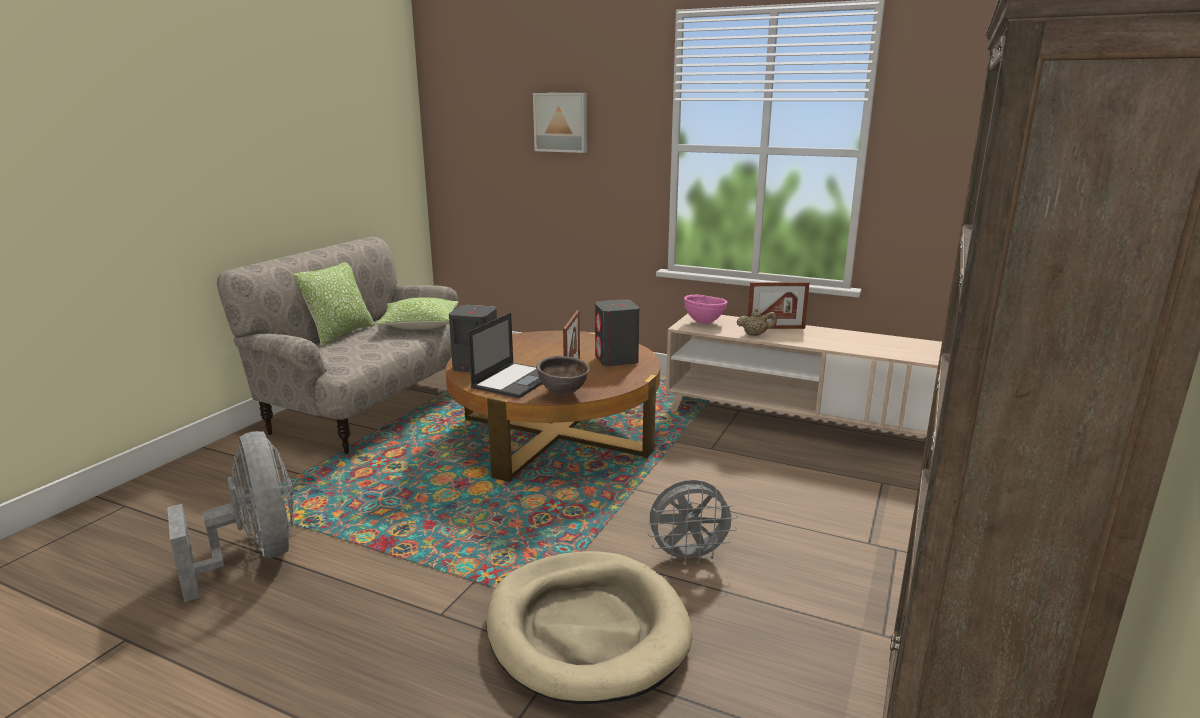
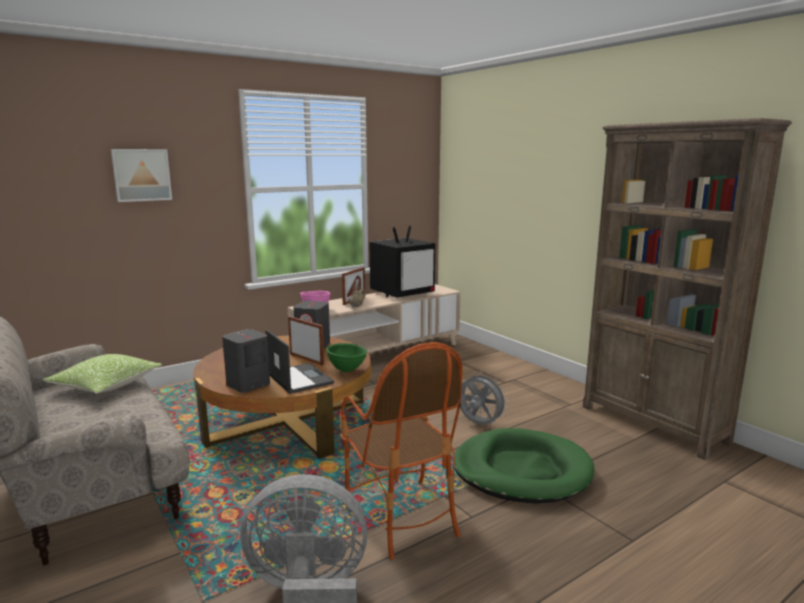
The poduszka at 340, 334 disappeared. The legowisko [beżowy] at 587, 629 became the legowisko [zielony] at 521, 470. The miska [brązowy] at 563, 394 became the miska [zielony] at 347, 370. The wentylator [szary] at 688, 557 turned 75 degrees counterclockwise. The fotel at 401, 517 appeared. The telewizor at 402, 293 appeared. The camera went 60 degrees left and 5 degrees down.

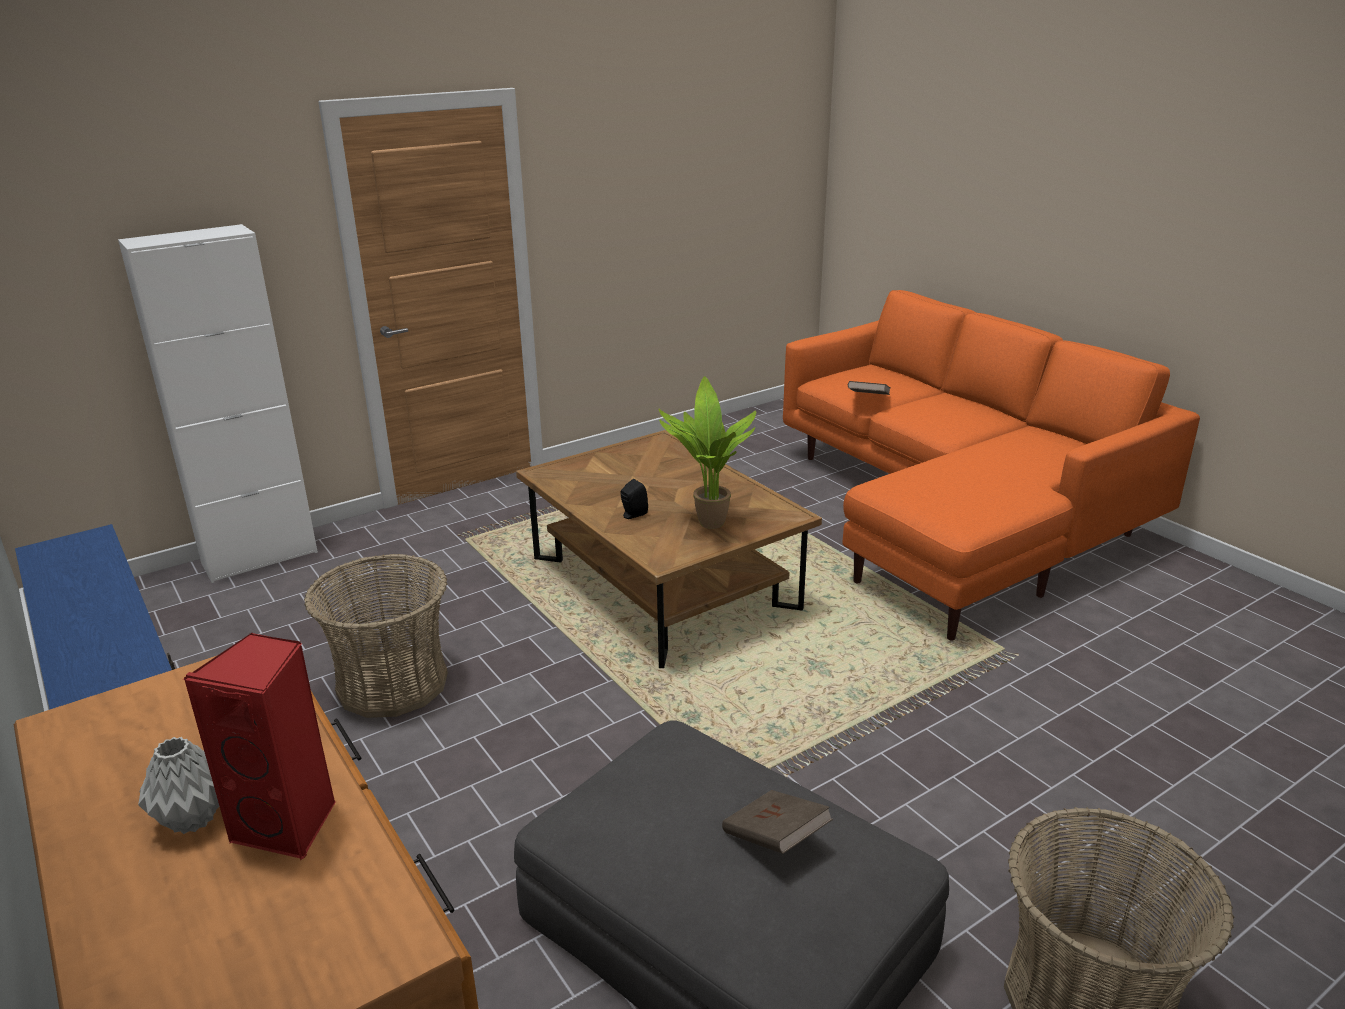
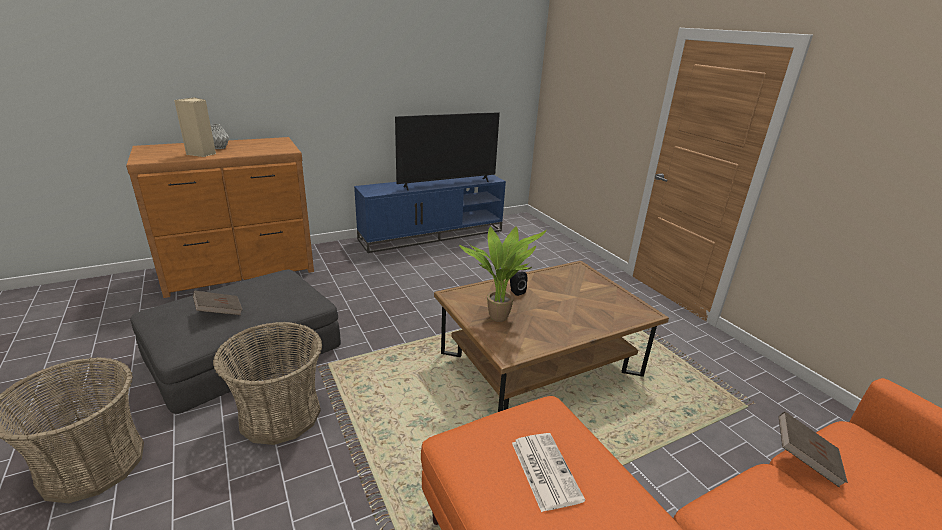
The szafka [biały] at 260, 558 disappeared. The głośnik [czerwony] at 290, 825 became the głośnik [beżowy] at 202, 154. The koszyk moved from 392, 683 to 280, 414. The telewizor at 447, 184 appeared. The gazeta at 544, 470 appeared. The camera went 95 degrees right and 0 degrees up.

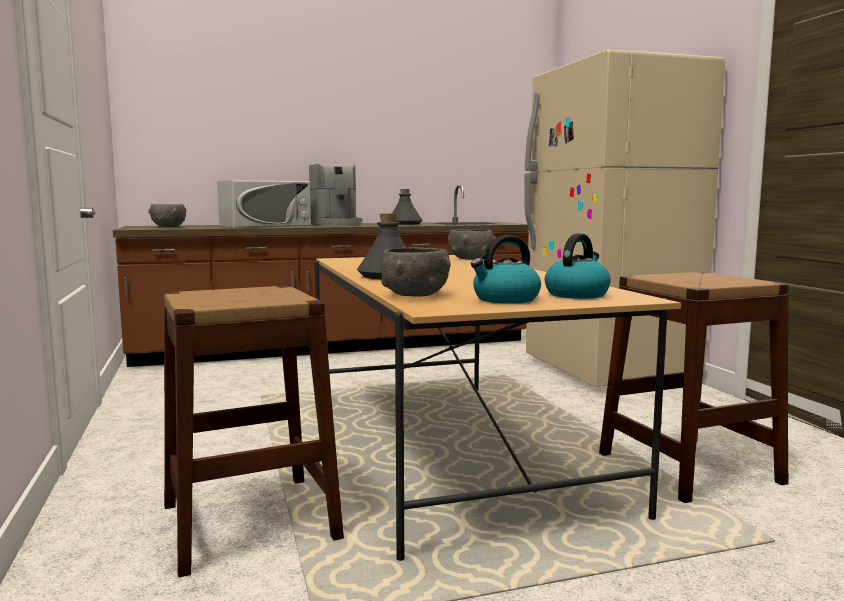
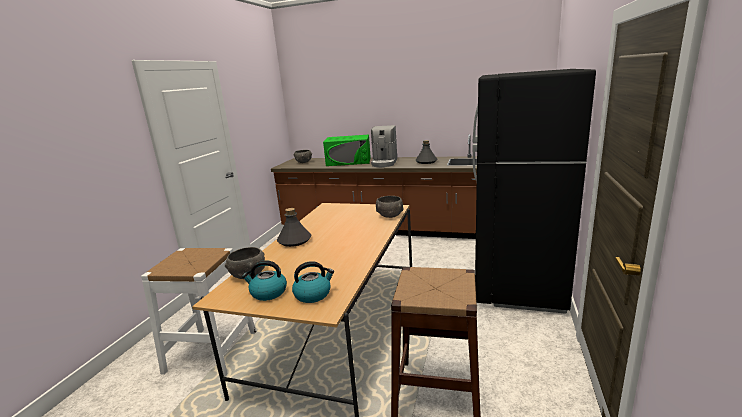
The stołek [brązowy] at 249, 522 became the stołek [biały] at 211, 351. The mikrofalówka [biały] at 265, 225 became the mikrofalówka [zielony] at 349, 161. The lodówka [beżowy] at 608, 371 became the lodówka [czarny] at 517, 285. The camera went 35 degrees right and 10 degrees up.

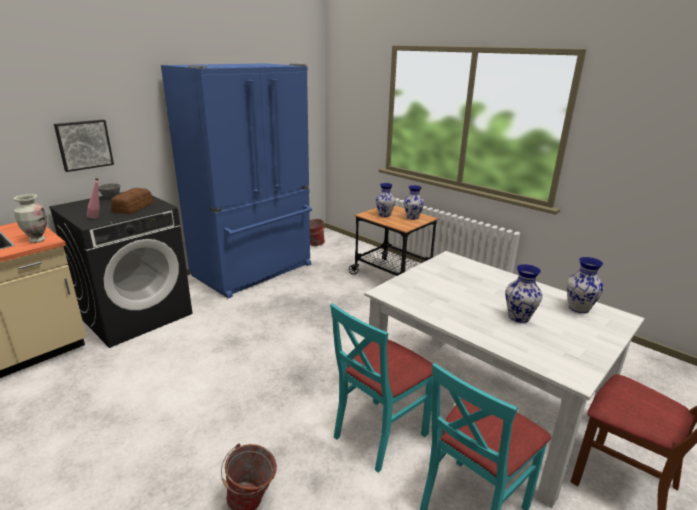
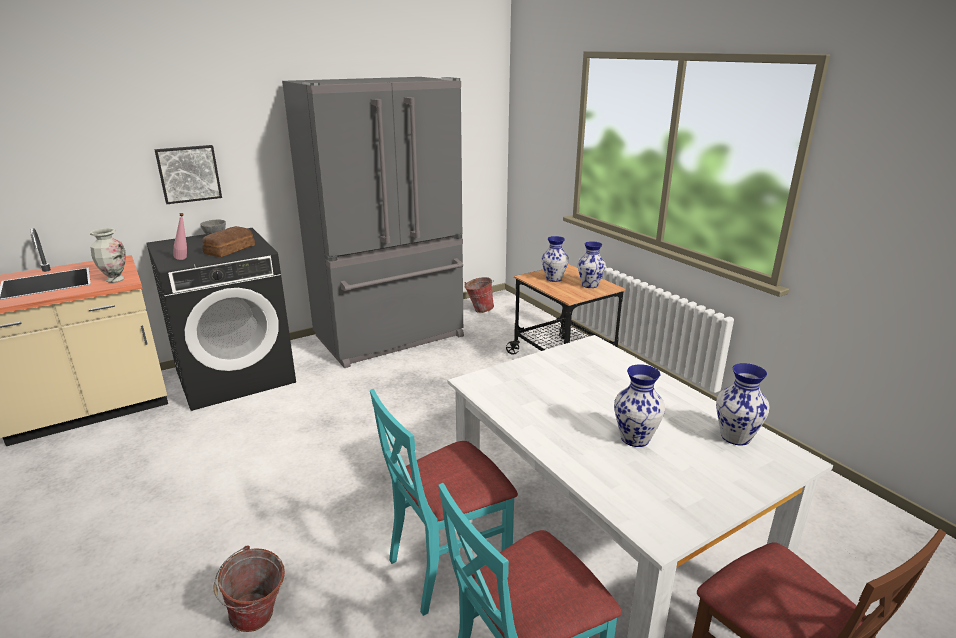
The lodówka [niebieski] at 254, 271 became the lodówka [szary] at 391, 337. The camera went 15 degrees right and 0 degrees up.

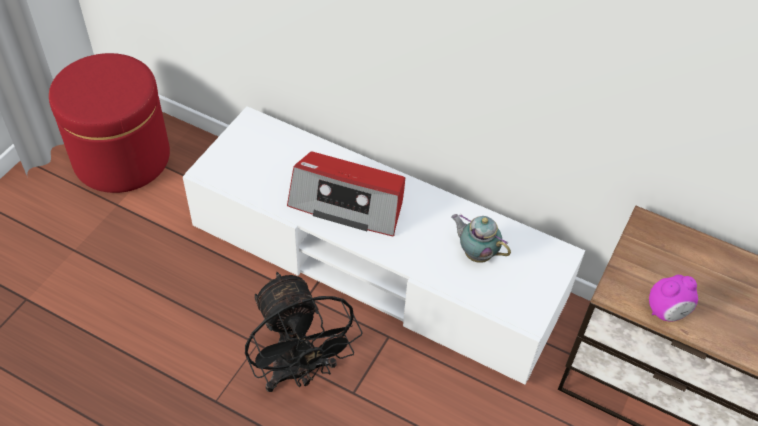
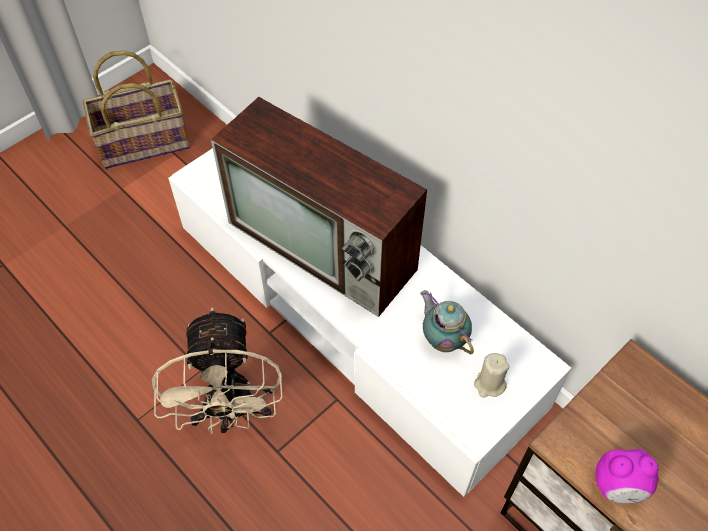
The pufa [czerwony] at 122, 158 was replaced by the koszyk at 144, 141. The wentylator [czarny] at 299, 372 became the wentylator [beżowy] at 231, 413. The radio at 348, 203 was replaced by the telewizor at 325, 247. The świeca [beżowy] at 489, 384 appeared. The camera went 20 degrees right and 5 degrees up.

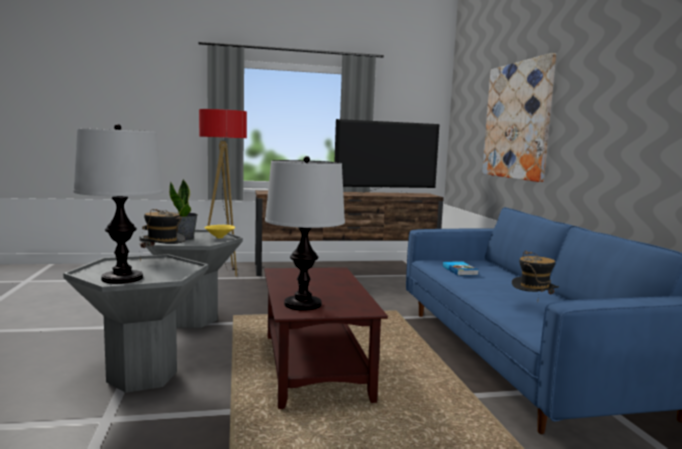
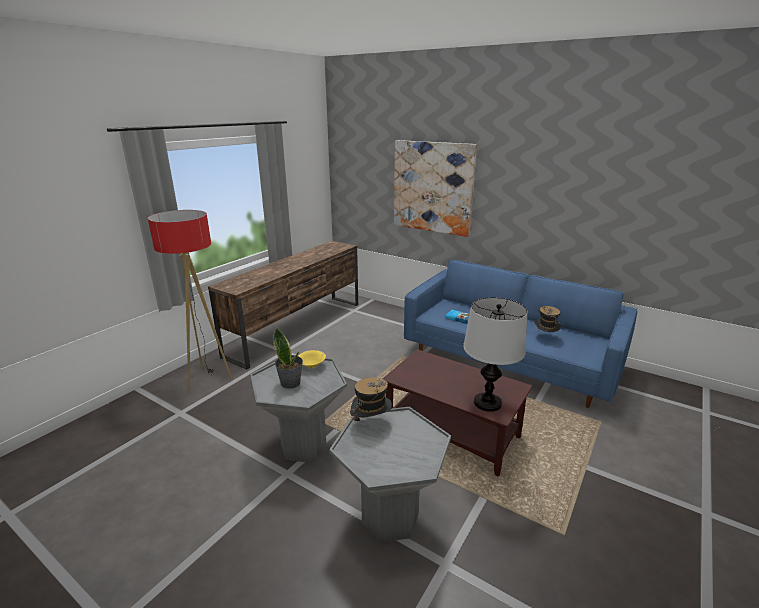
The lampa stołowa at 121, 278 disappeared. The telewizor at 385, 195 disappeared. The camera went 45 degrees left and 15 degrees up.

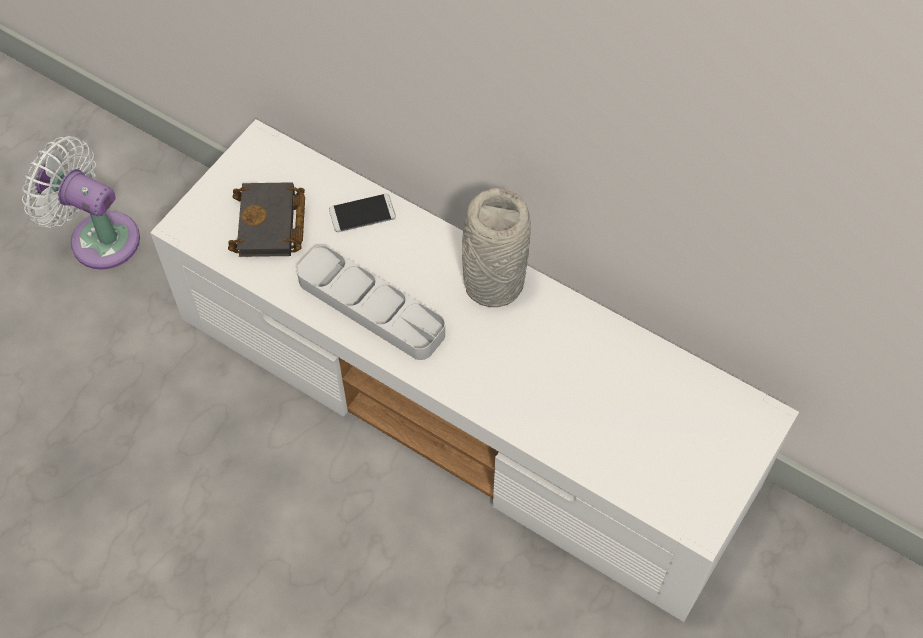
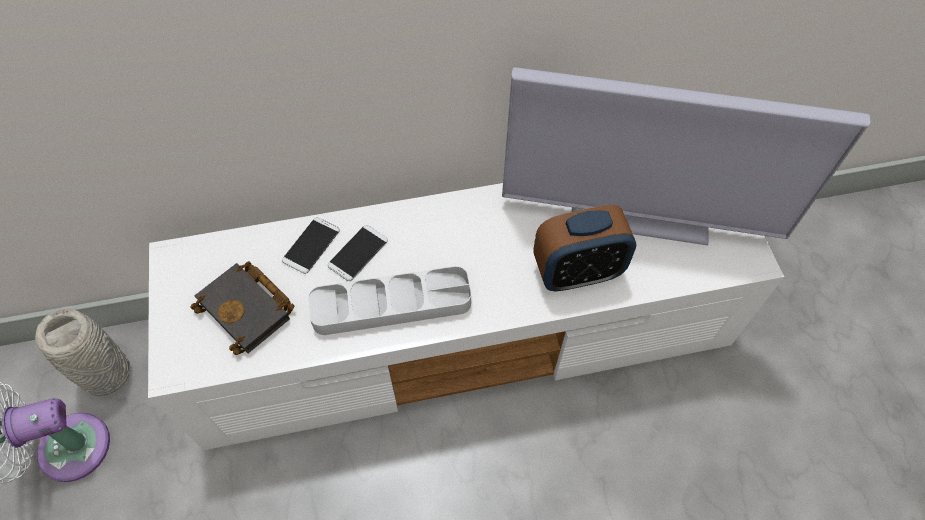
The wazon [szary] moved from 492, 283 to 105, 374. The telefon at 358, 253 appeared. The telewizor at 639, 214 appeared. The budzik at 577, 272 appeared. The camera went 45 degrees left and 0 degrees up.

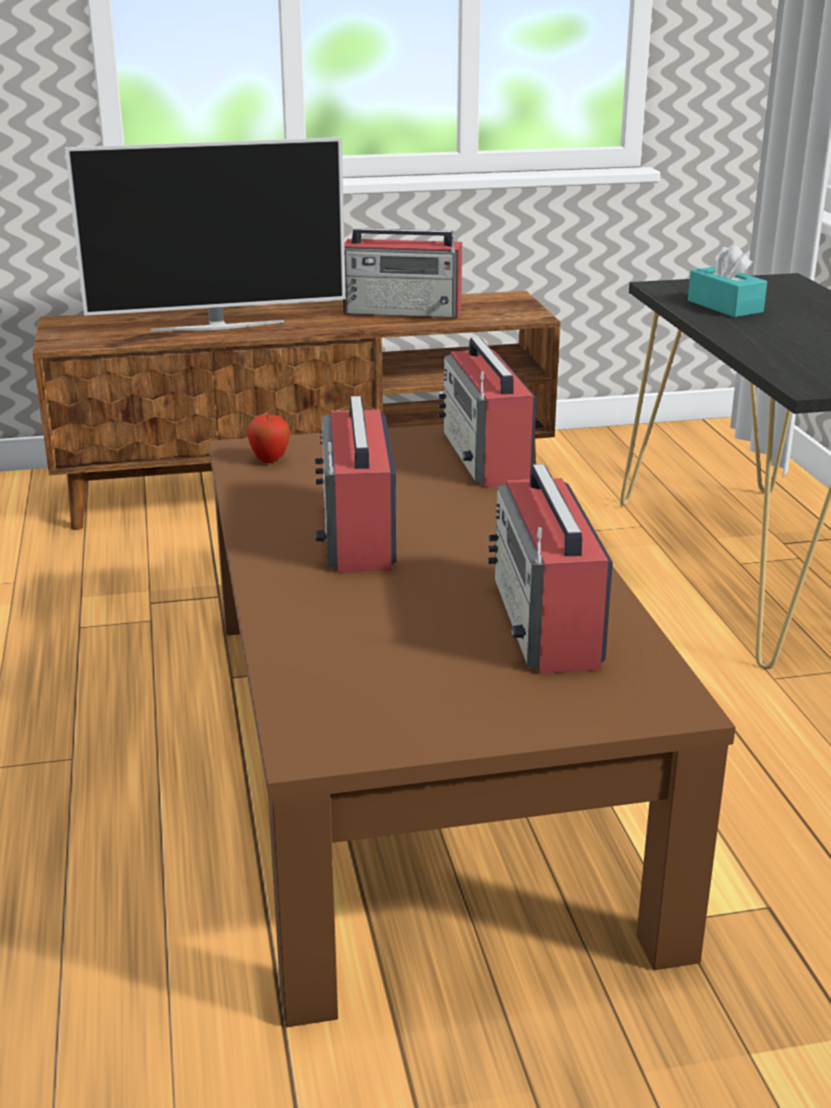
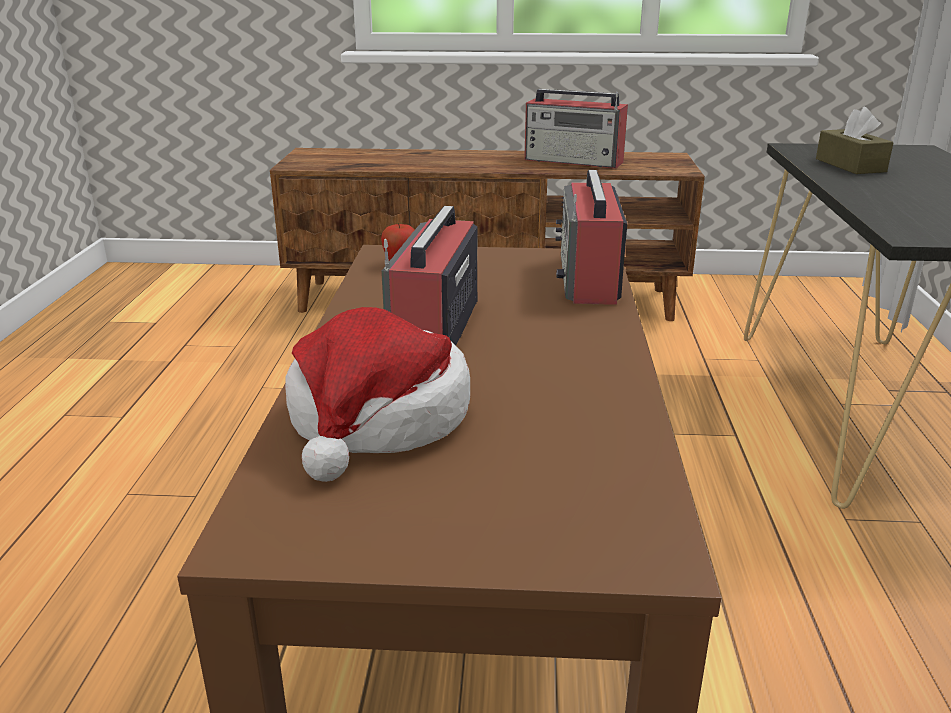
The telewizor at 217, 326 disappeared. The radio at 547, 623 disappeared. The pudełko chusteczek [turkusowy] at 725, 306 became the pudełko chusteczek [brązowy] at 850, 165. The kapelusz at 378, 419 appeared. The camera went 15 degrees right and 0 degrees up.

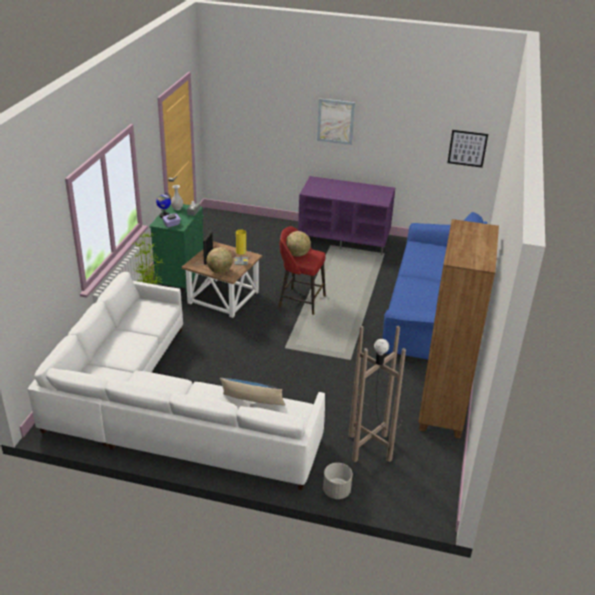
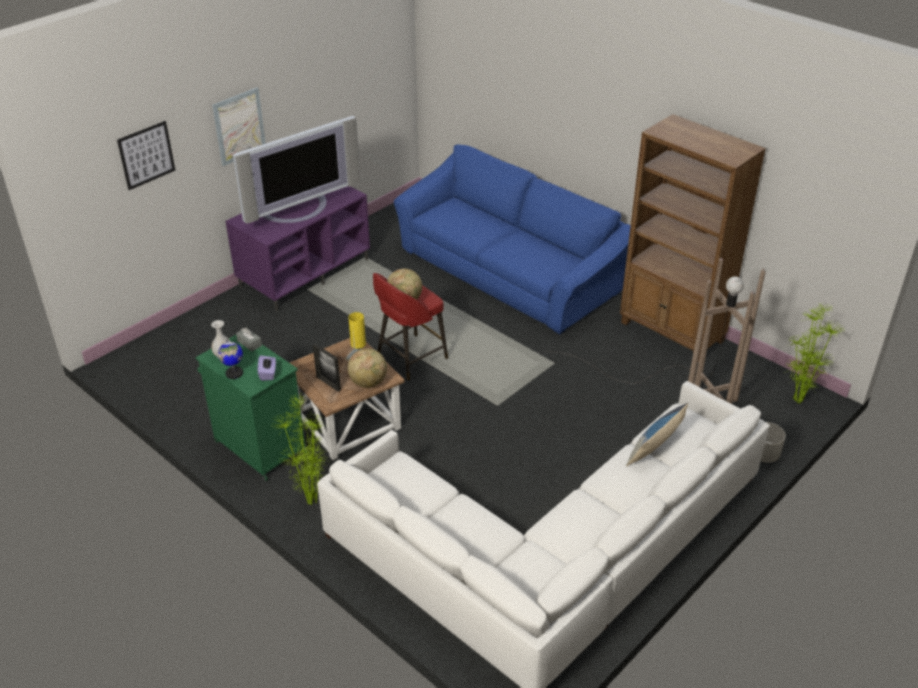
The obraz moved from 467, 148 to 146, 155. The telewizor at 298, 209 appeared. The roślina doniczkowa at 797, 401 appeared. The camera went 60 degrees left and 5 degrees up.

